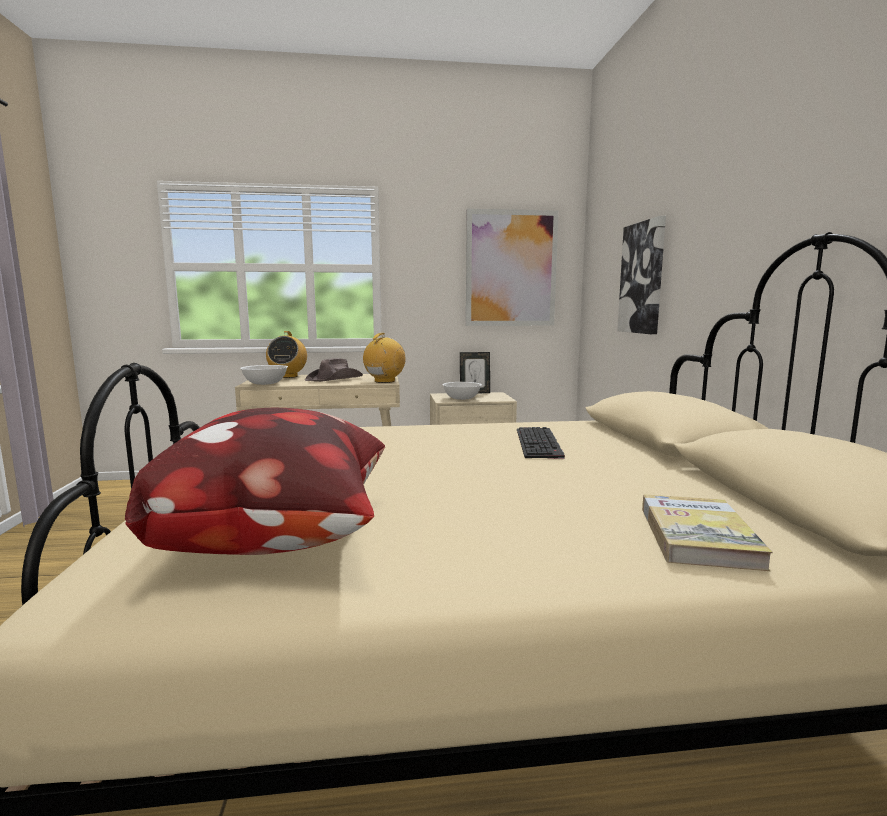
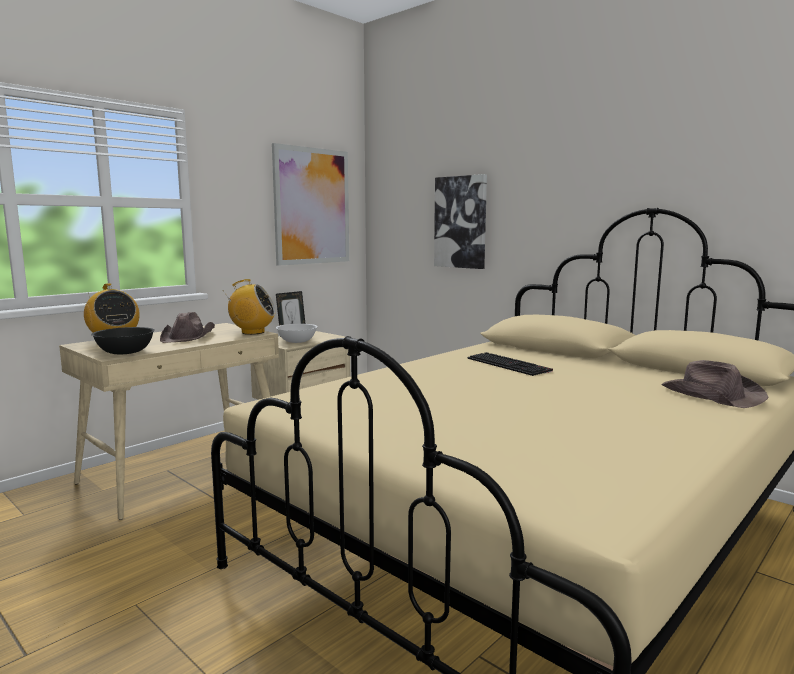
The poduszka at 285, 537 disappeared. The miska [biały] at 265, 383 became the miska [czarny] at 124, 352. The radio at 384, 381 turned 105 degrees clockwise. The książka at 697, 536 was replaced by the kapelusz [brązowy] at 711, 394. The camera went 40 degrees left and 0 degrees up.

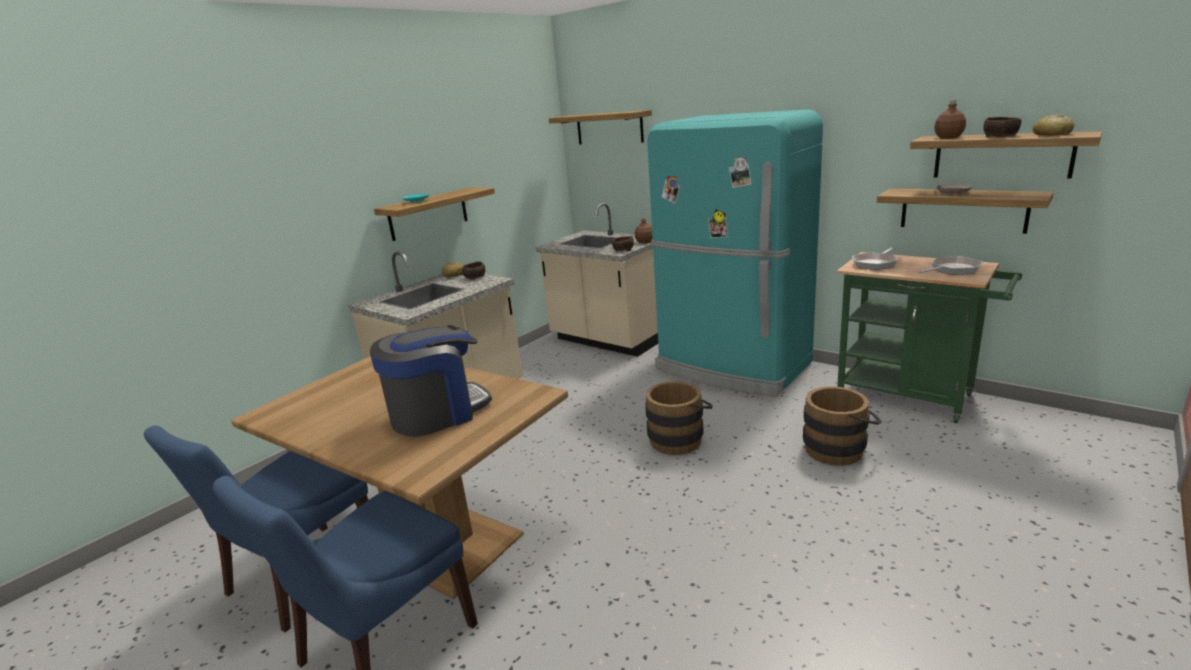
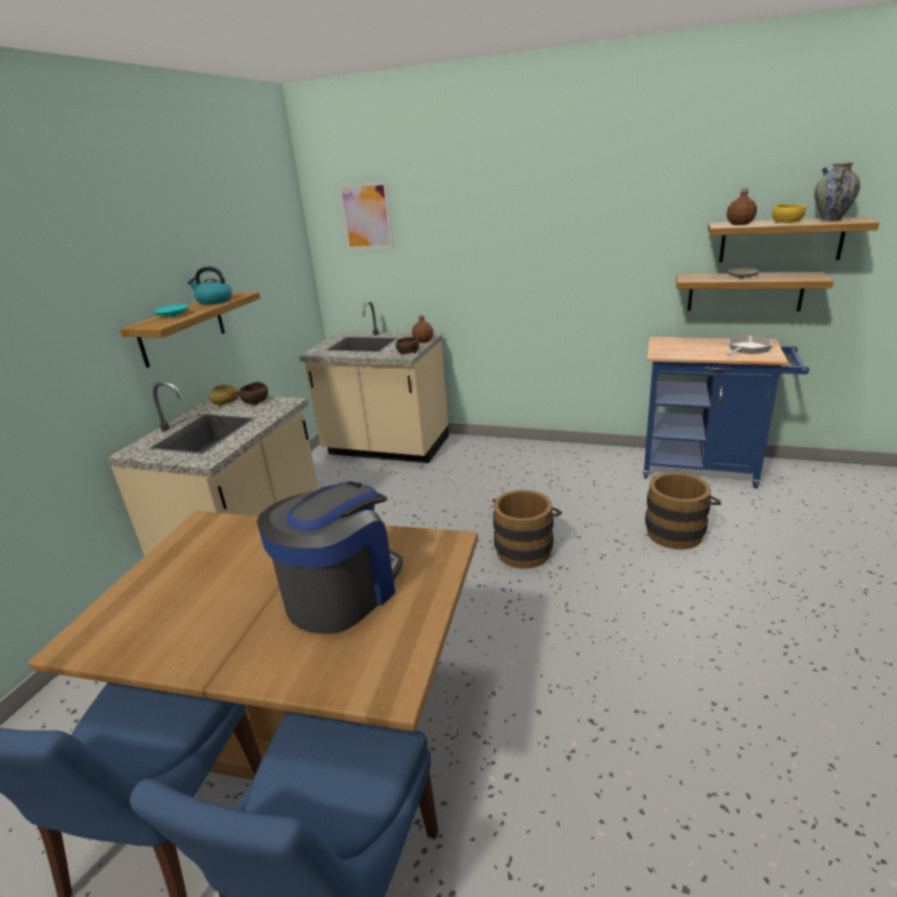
The półka at 609, 128 was replaced by the obraz at 366, 216. The lodówka [turkusowy] at 732, 367 disappeared. The wózek [zielony] at 912, 397 became the wózek [niebieski] at 706, 469. The patelnia at 875, 263 disappeared. The miska [brązowy] at 1001, 136 became the miska [żółty] at 787, 222. The chleb at 1051, 134 was replaced by the wazon at 830, 220. The czajnik at 214, 301 appeared. The camera went 20 degrees left and 5 degrees up.

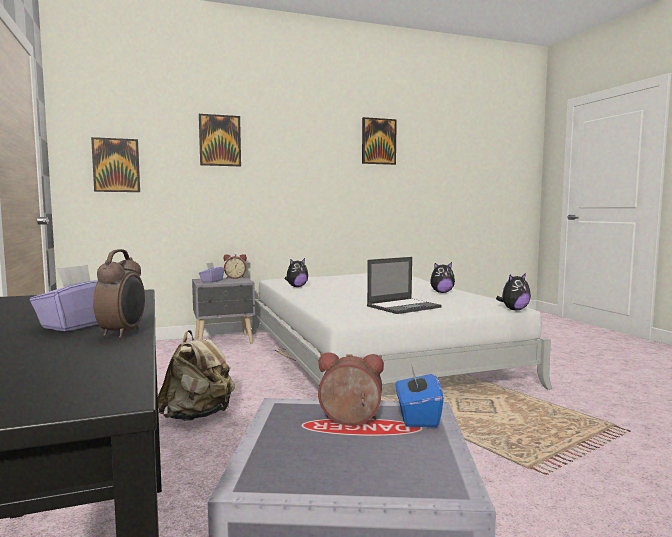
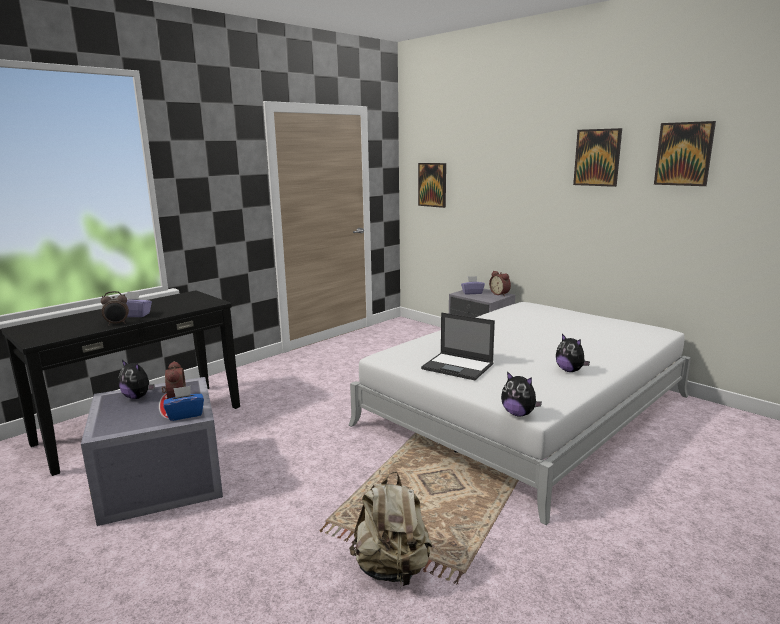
The plecak [beżowy] moved from 198, 416 to 392, 569. The obraz moved from 220, 140 to 597, 157. The pluszak moved from 296, 287 to 138, 397. The camera went 65 degrees right and 10 degrees up.

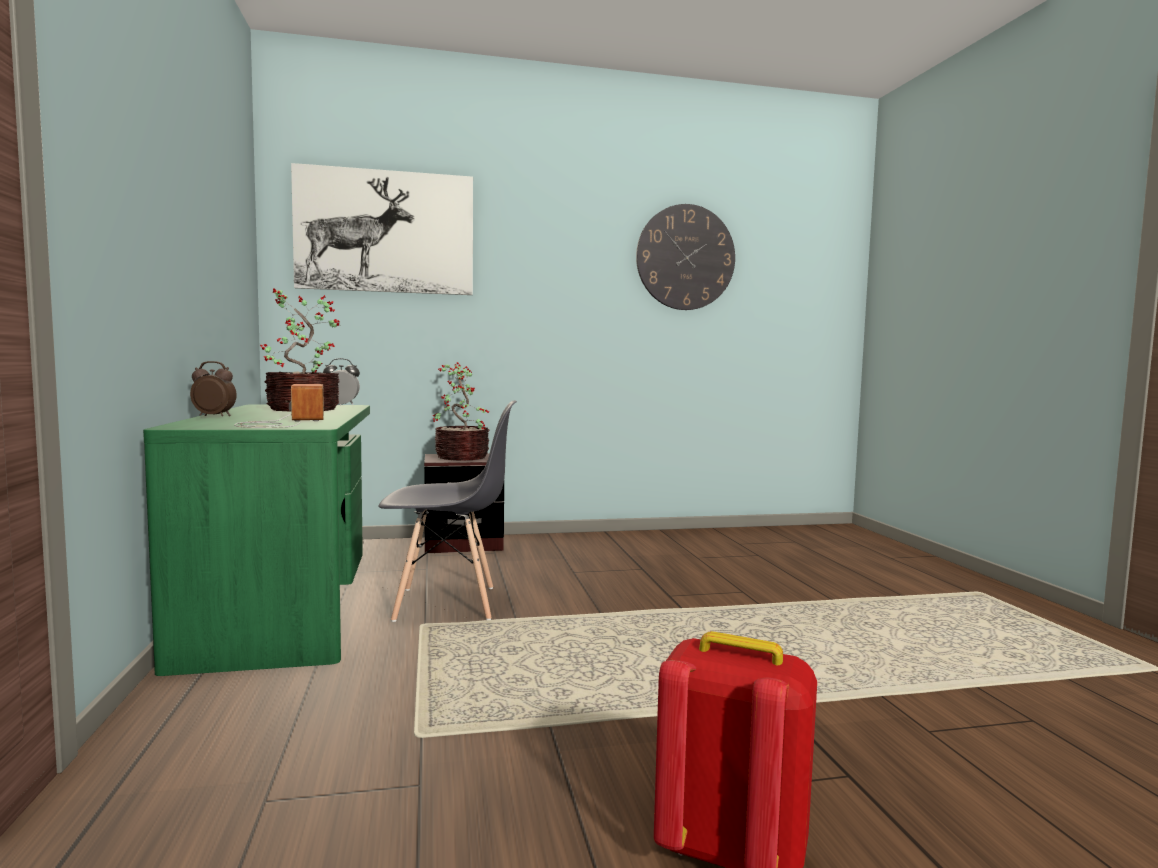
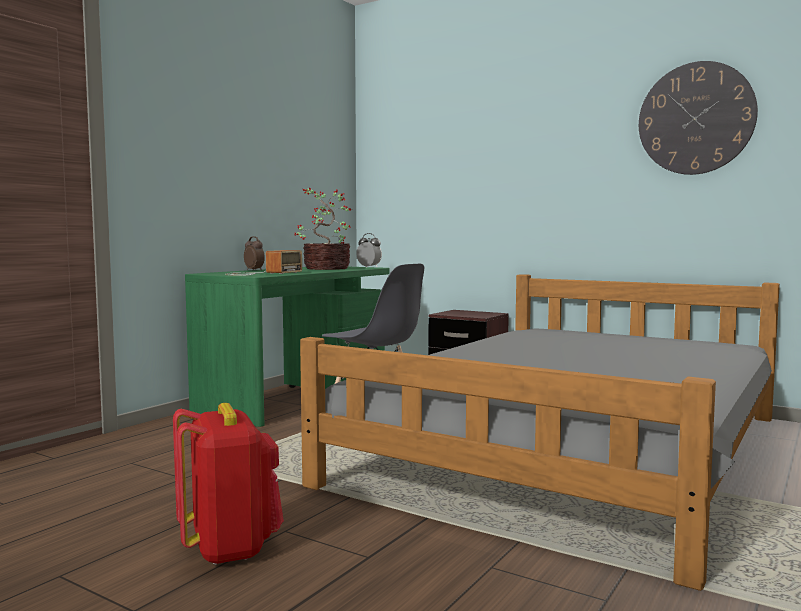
The obraz at 385, 232 disappeared. The roślina doniczkowa at 460, 457 disappeared. The łóżko [szary] at 573, 448 appeared. The camera went 45 degrees right and 0 degrees up.

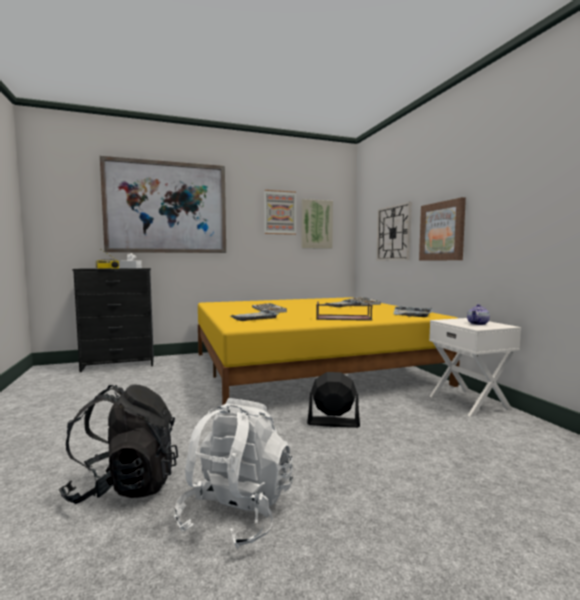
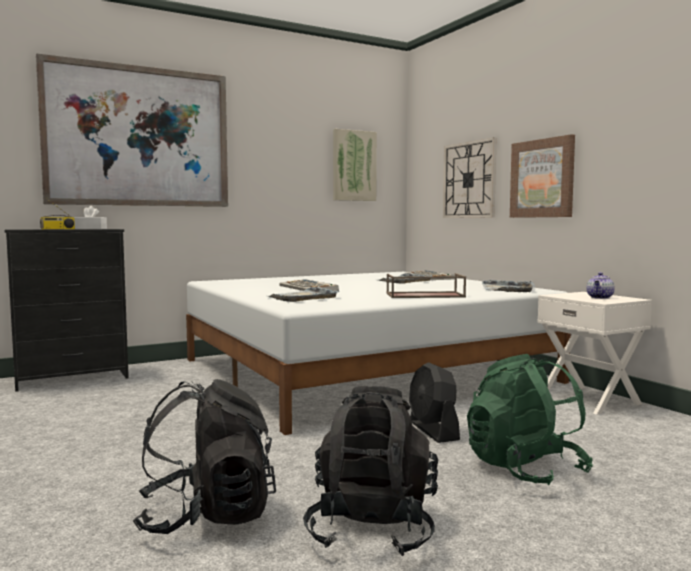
The plecak [biały] at 237, 513 became the plecak [czarny] at 372, 528. The łóżko [żółty] at 308, 368 became the łóżko [biały] at 363, 370. The obraz at 280, 212 disappeared. The wentylator [czarny] at 333, 422 turned 105 degrees counterclockwise. The plecak [zielony] at 524, 469 appeared. The camera went 10 degrees left and 0 degrees up.

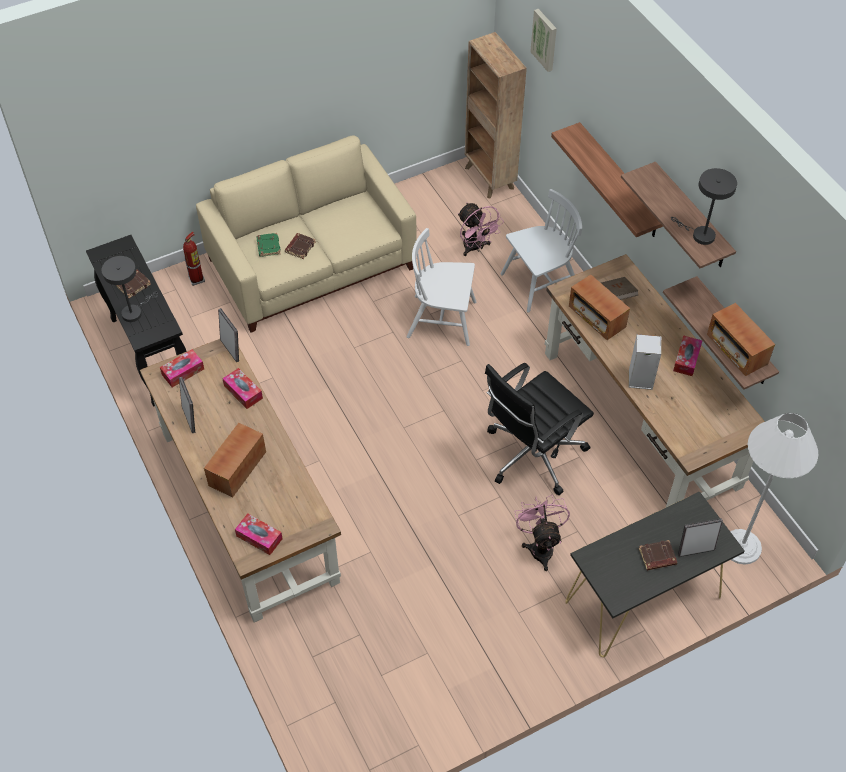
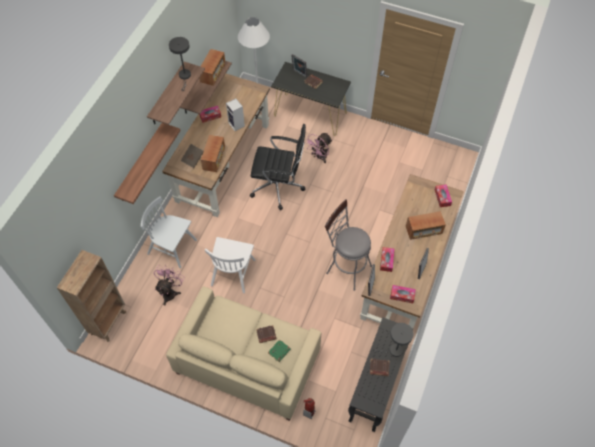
The krzesło [biały] at 442, 320 turned 45 degrees clockwise. The obraz at 545, 39 disappeared. The stołek [szary] at 345, 267 appeared. The camera went 130 degrees left and 5 degrees up.

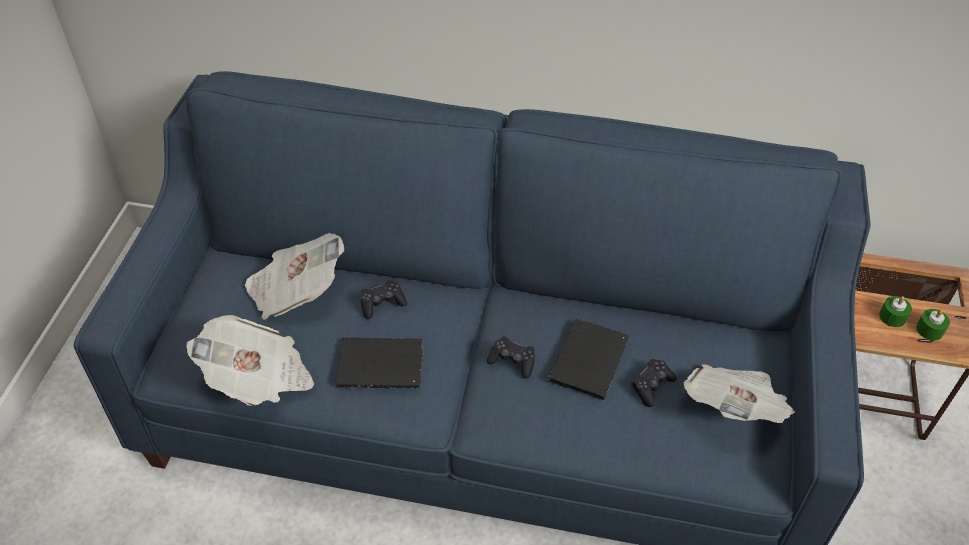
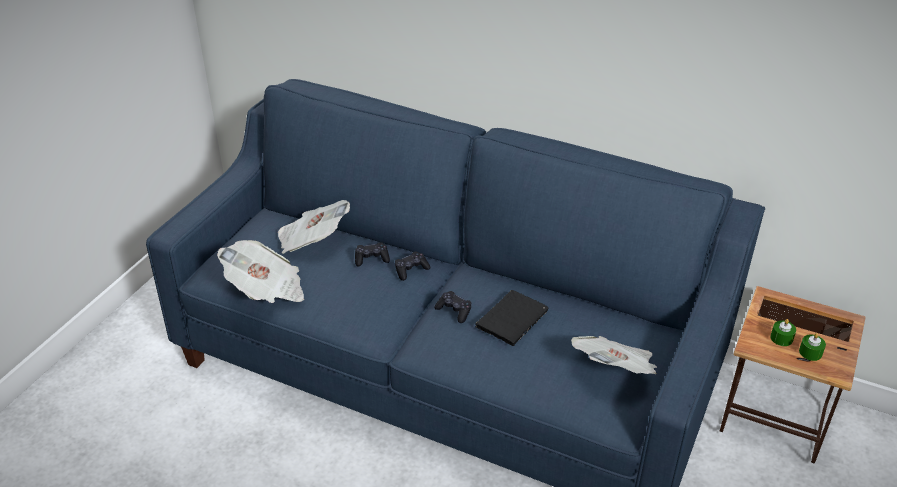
The książka [czarny] at 383, 365 disappeared. The pad do gier [czarny] moved from 651, 386 to 411, 270. The camera went 15 degrees right and 10 degrees down.

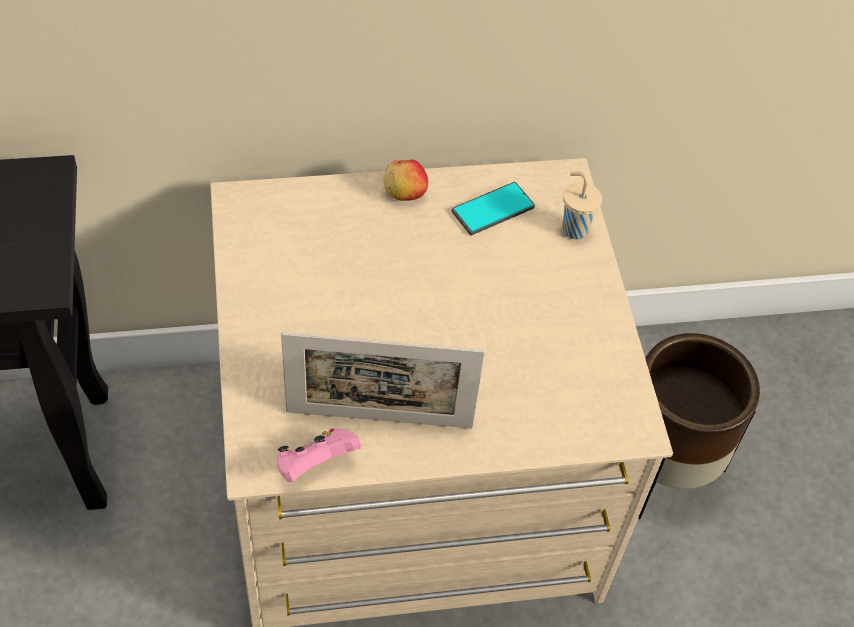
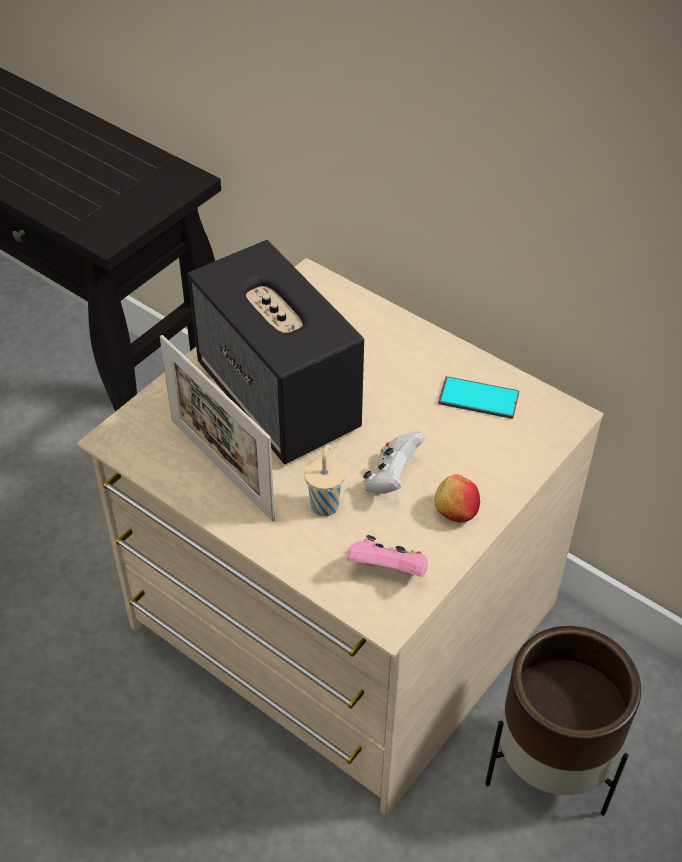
The pad do gier [różowy] moved from 315, 465 to 388, 571. The jabłko moved from 404, 193 to 455, 511. The filiżanka [beżowy] moved from 573, 228 to 325, 504. The głośnik at 279, 398 appeared. The pad do gier [biały] at 391, 478 appeared. The camera went 50 degrees right and 5 degrees down.

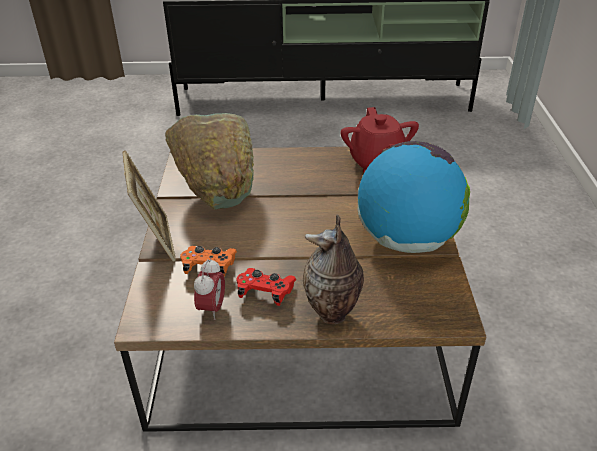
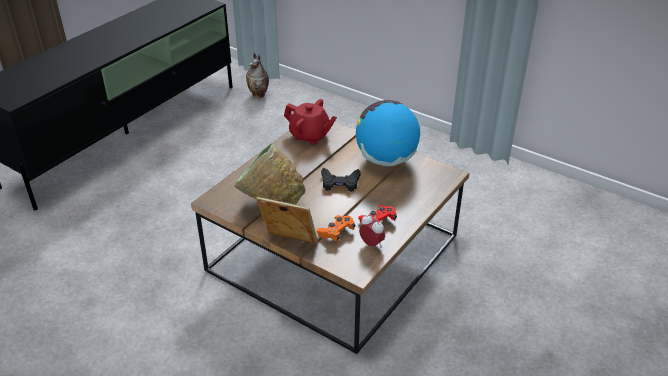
The wazon moved from 333, 314 to 259, 95. The pad do gier [czarny] at 340, 183 appeared. The camera went 55 degrees left and 0 degrees up.

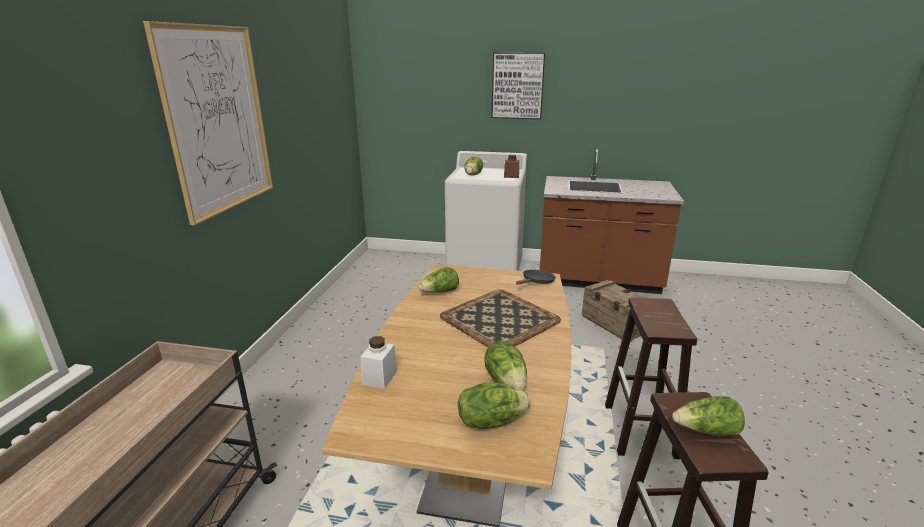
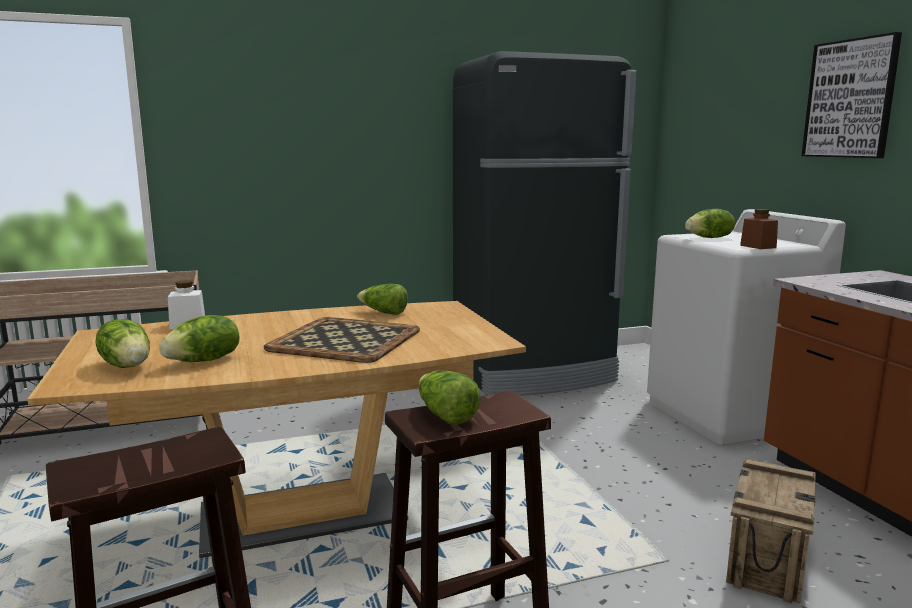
The obraz at 218, 120 disappeared. The patelnia [czarny] at 536, 282 disappeared. The sałata moved from 706, 431 to 445, 415. The lodówka [czarny] at 534, 374 appeared. The camera went 60 degrees right and 10 degrees down.

